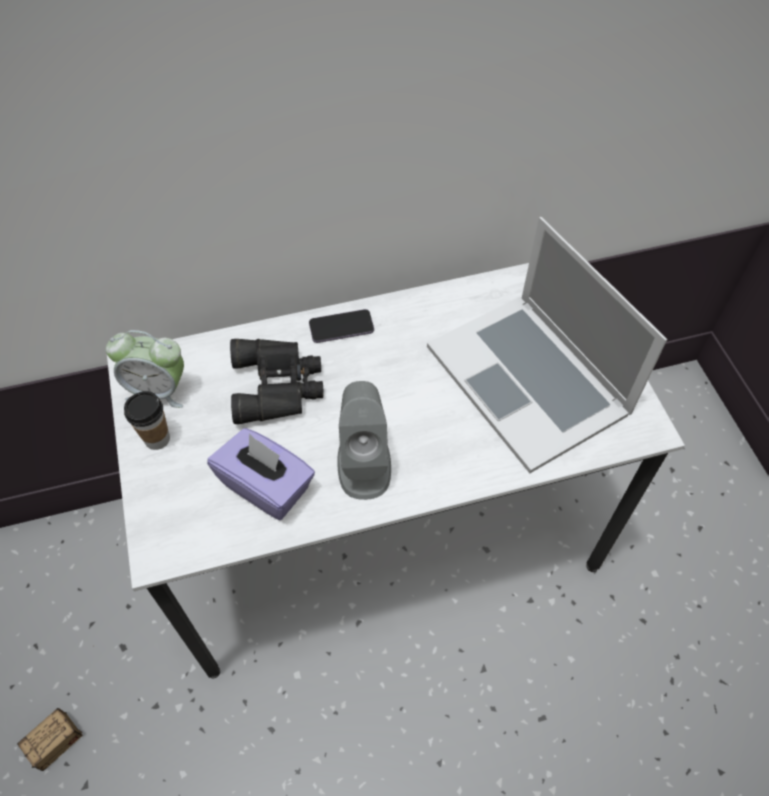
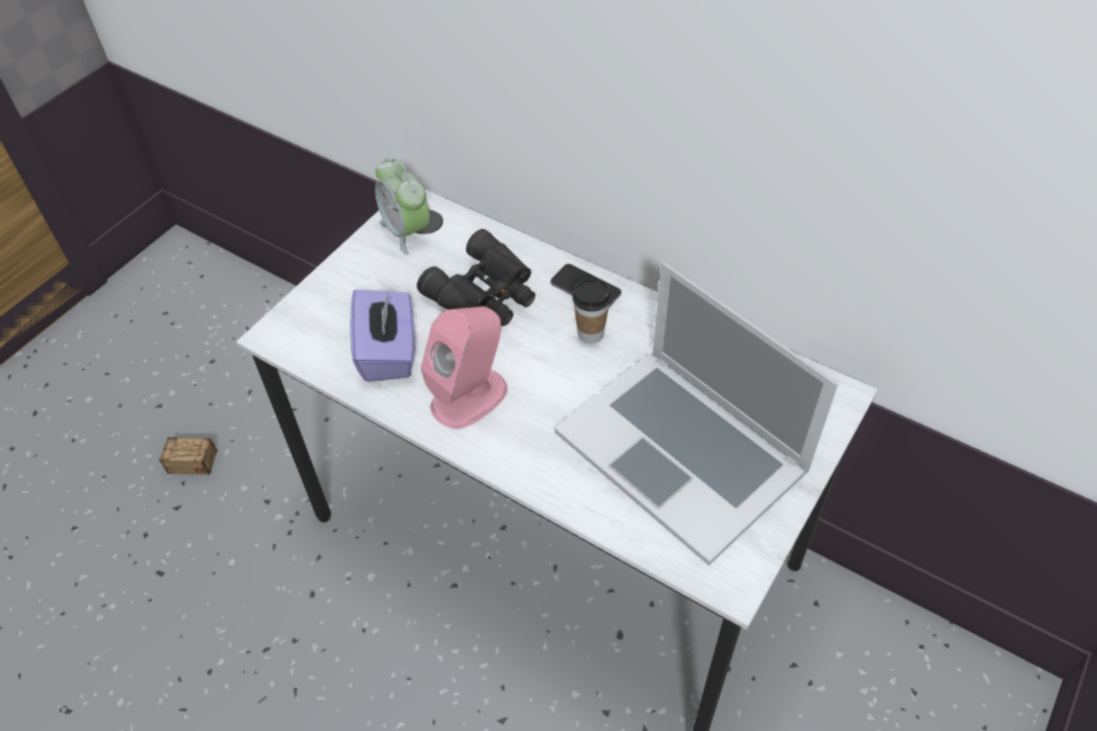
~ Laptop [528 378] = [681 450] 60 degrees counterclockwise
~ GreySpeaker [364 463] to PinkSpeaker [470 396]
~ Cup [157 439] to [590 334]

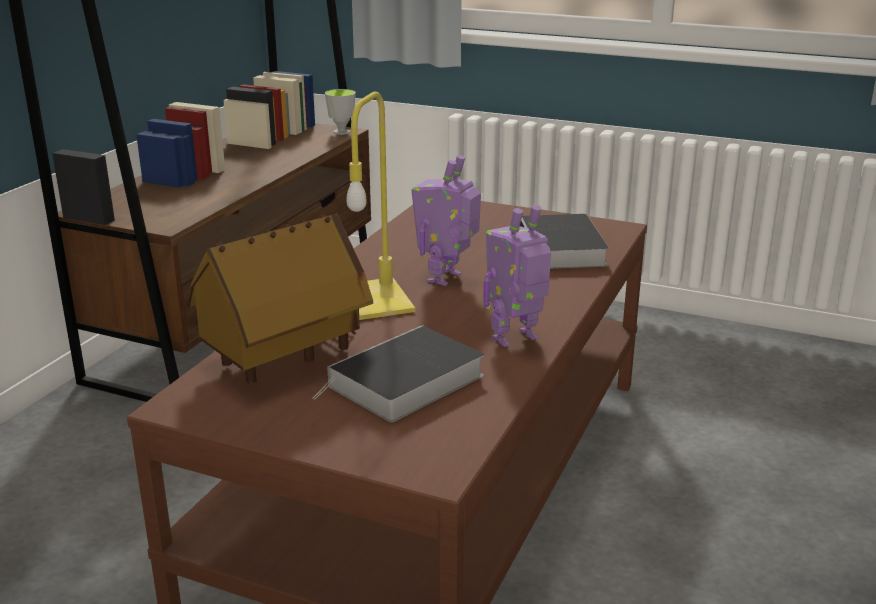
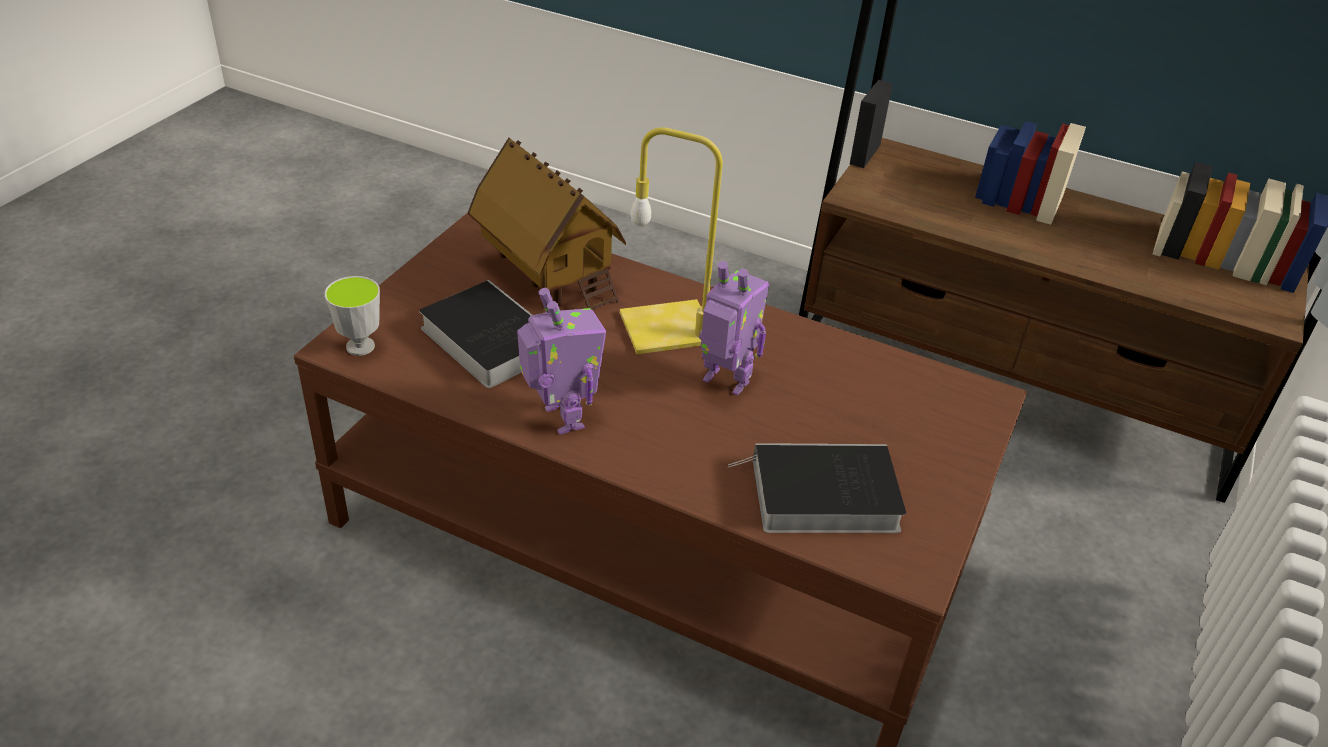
~ Cup [342 132] to [360 346]

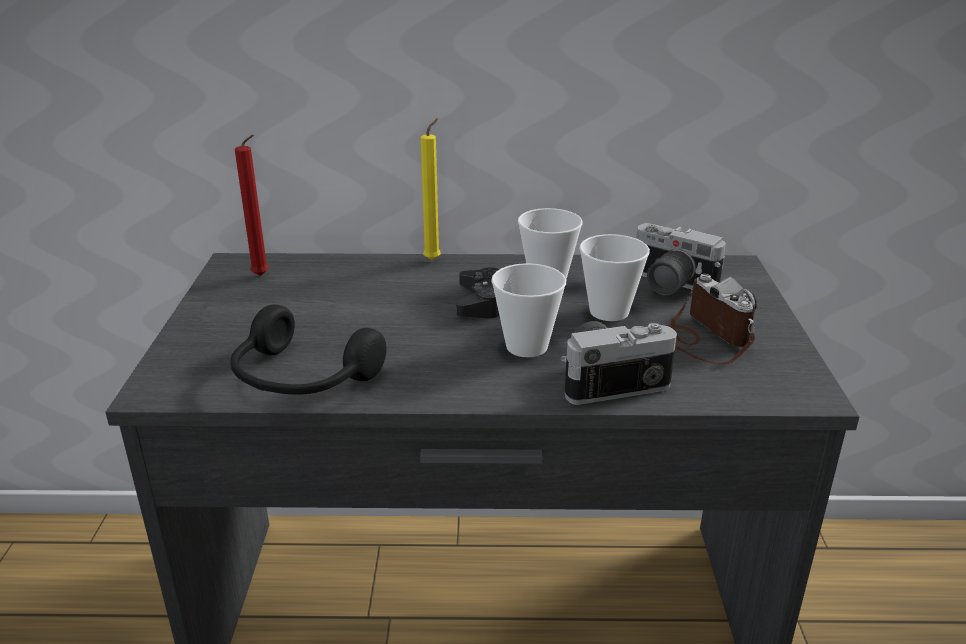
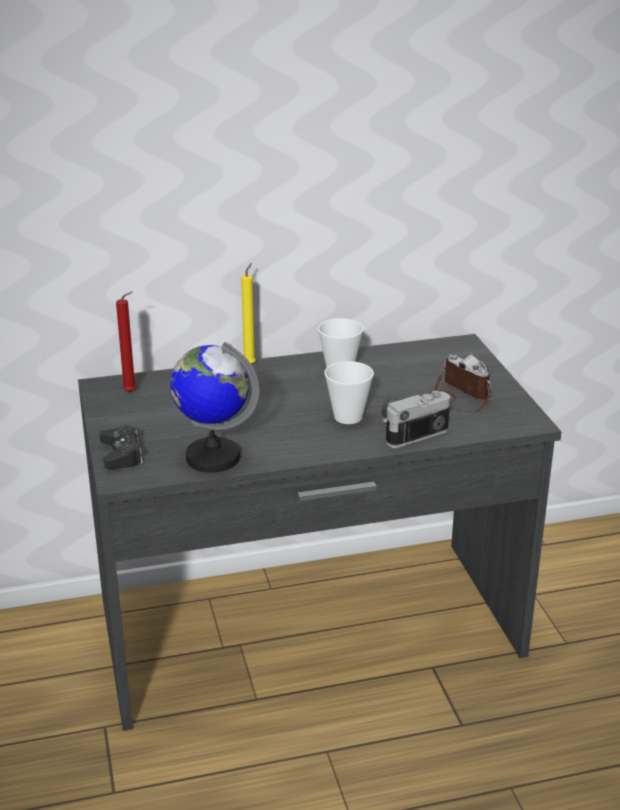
- PhotoCamera [667 285]
- Cup [609 311]
~ BlackColouredGameController [482 302] to [121 454]
~ BlackColouredHeadset [301 379] to Globe [212 457]

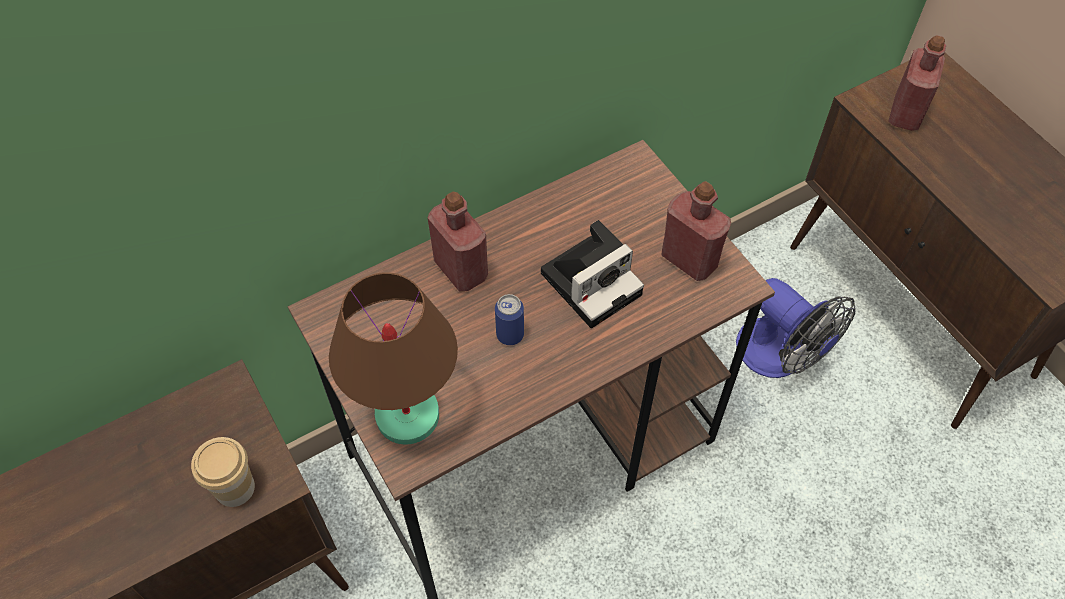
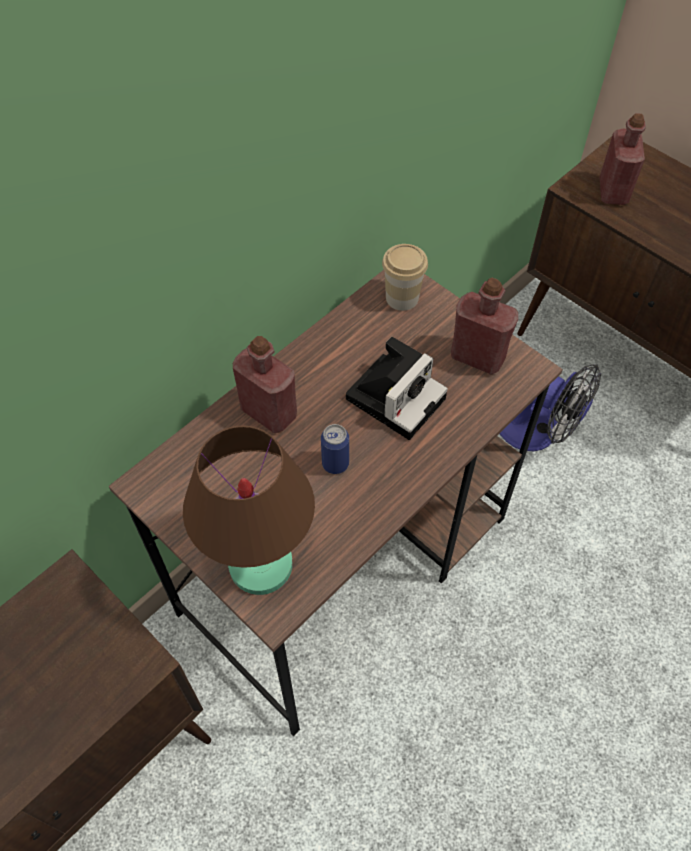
~ Cup [234 488] to [402 298]

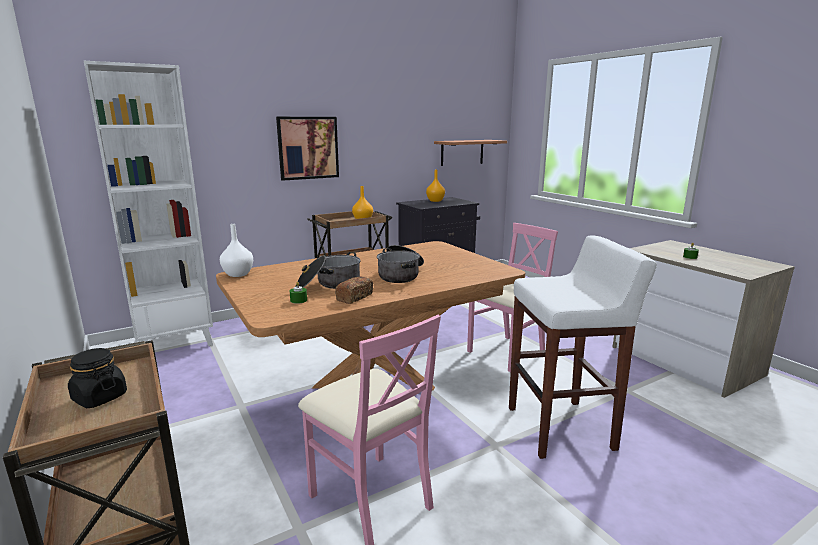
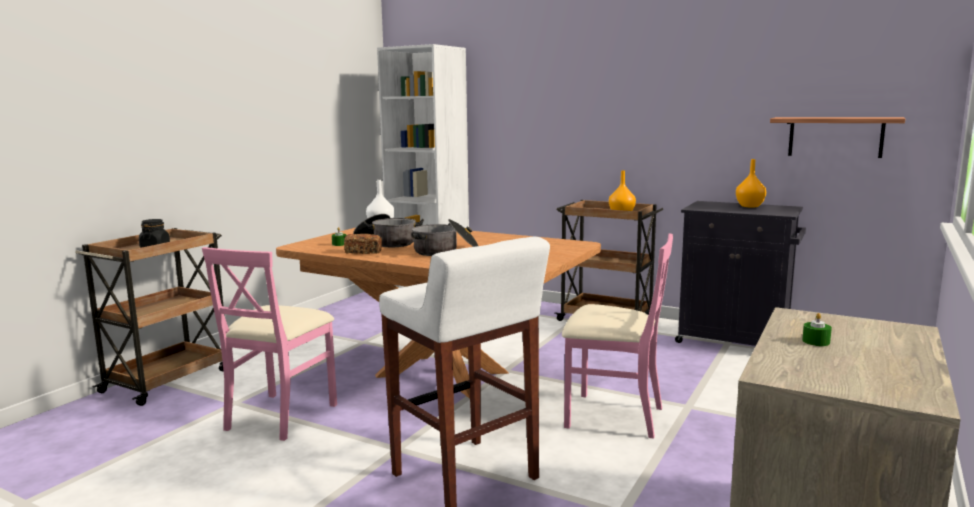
- WallPicture [308 148]

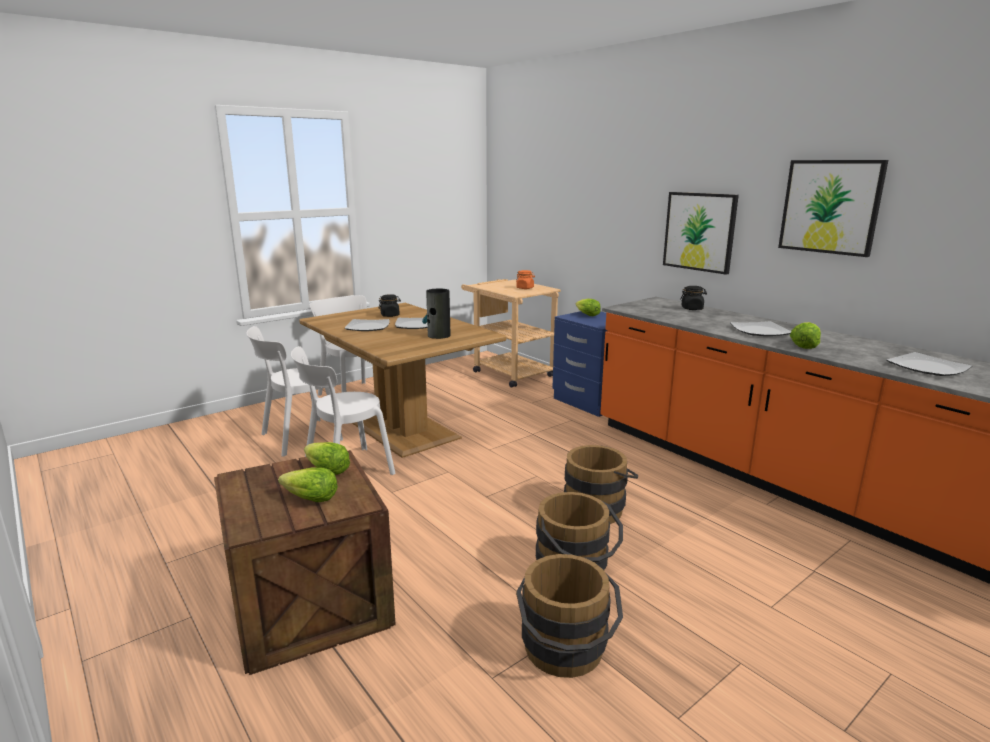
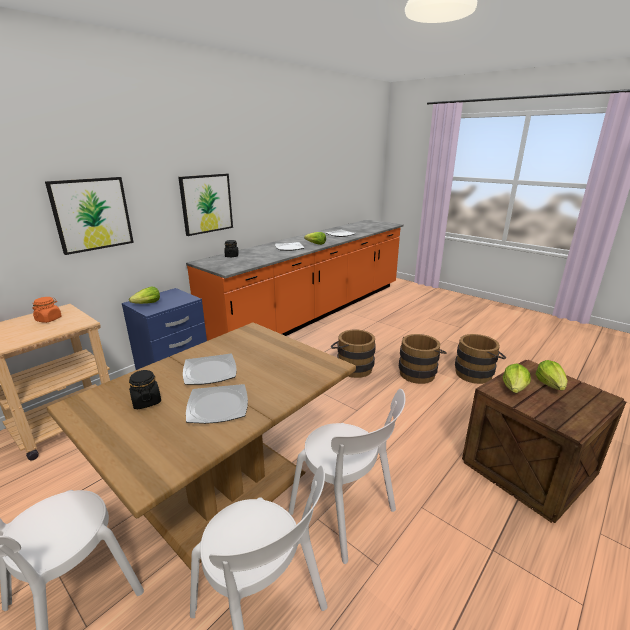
~ WallPicture [830 207] to [92 214]
- FlowerVase [438 335]

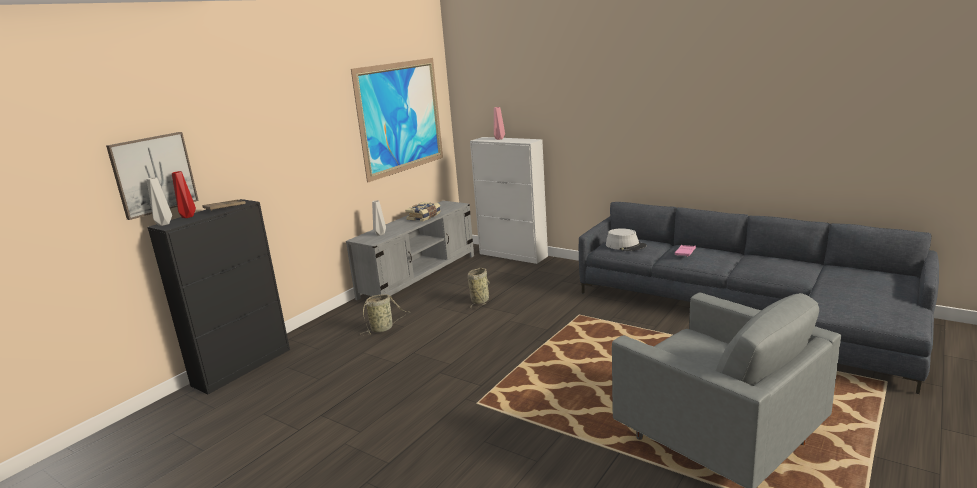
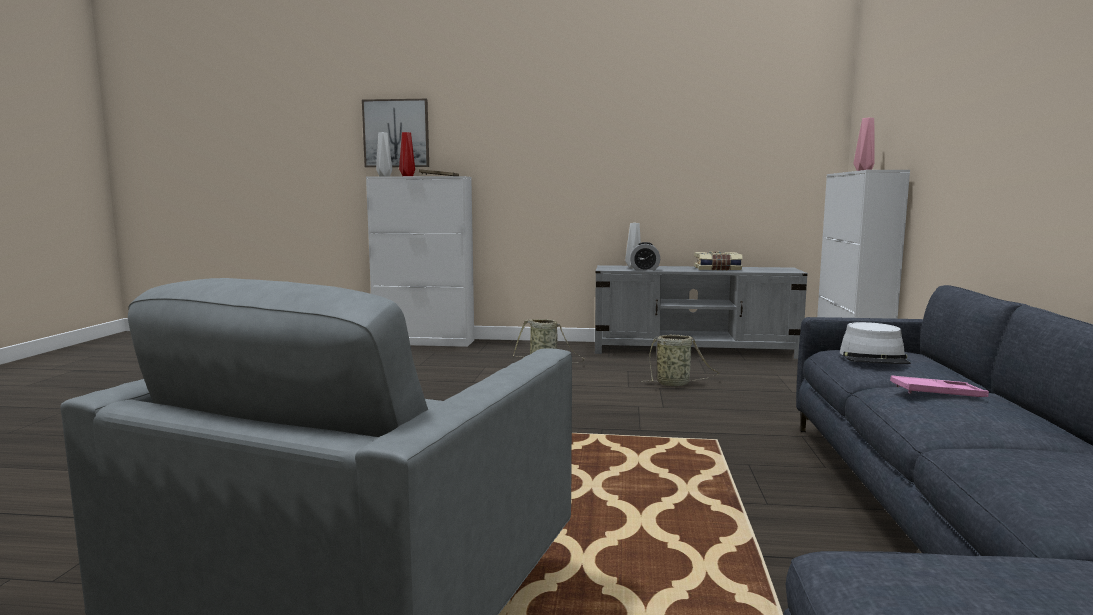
- WallPicture [401 117]
~ BlackColouredStorageCabinet [243 367] to WhiteColouredStorageCabinet [424 342]
+ TableClock [644 269]

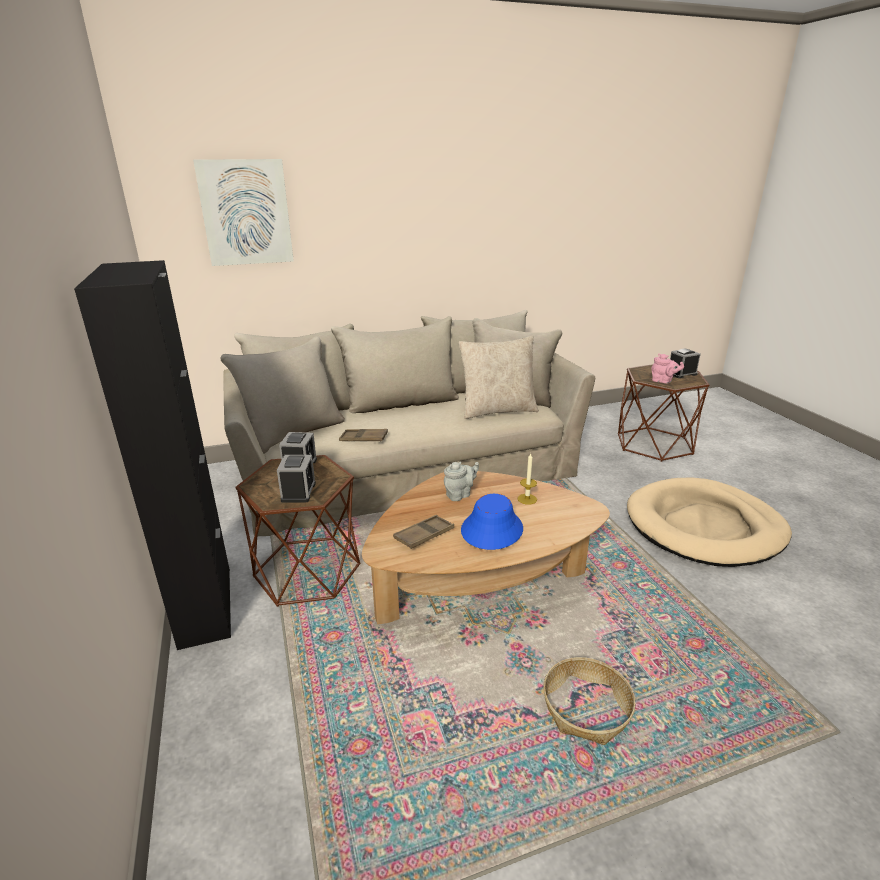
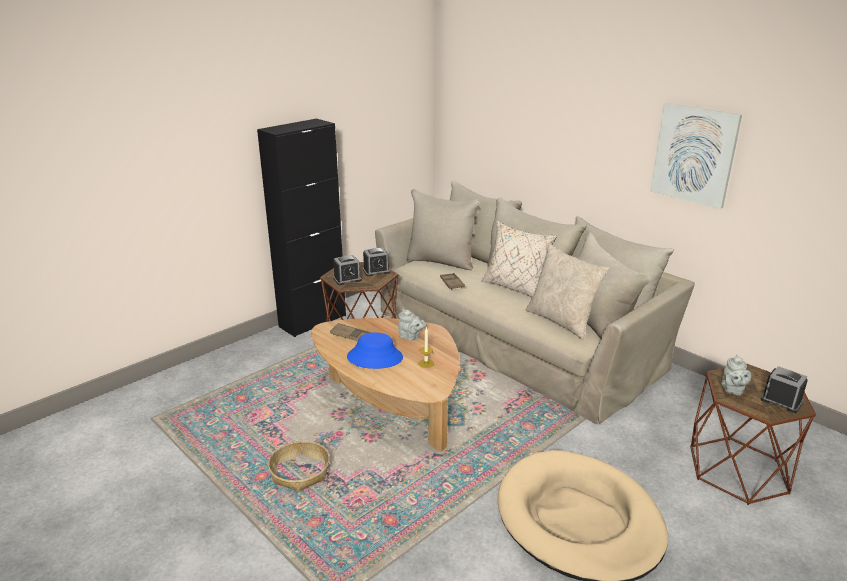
~ WallPicture [246 213] to [694 154]
~ PinkTeaPot [663 381] to GreyTeaPot [732 390]
+ BeigeColouredCushion [515 287]

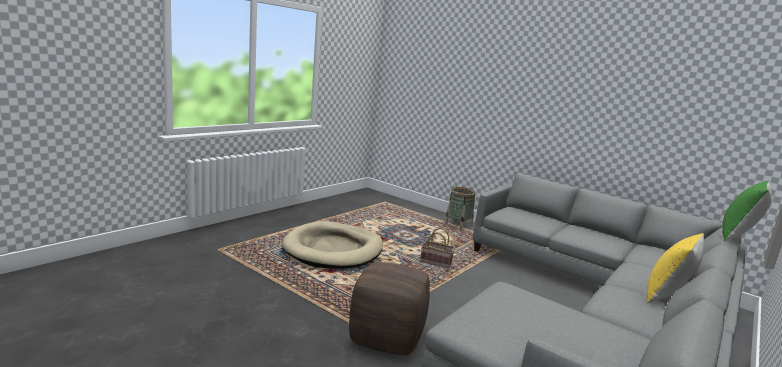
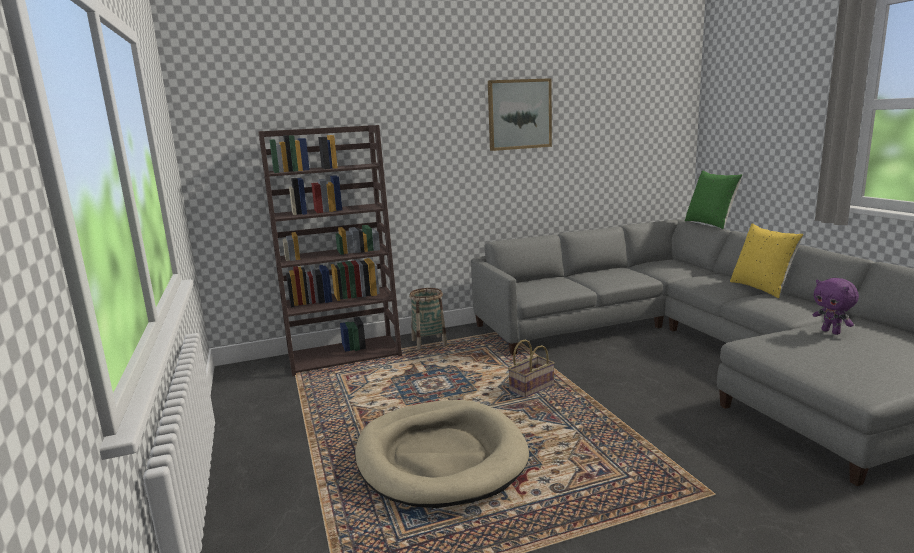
- BrownFootrest [387 338]
+ WallPicture [519 114]
+ BrownBookshelf [345 355]
+ PurpleColouredSoftToy [831 332]

